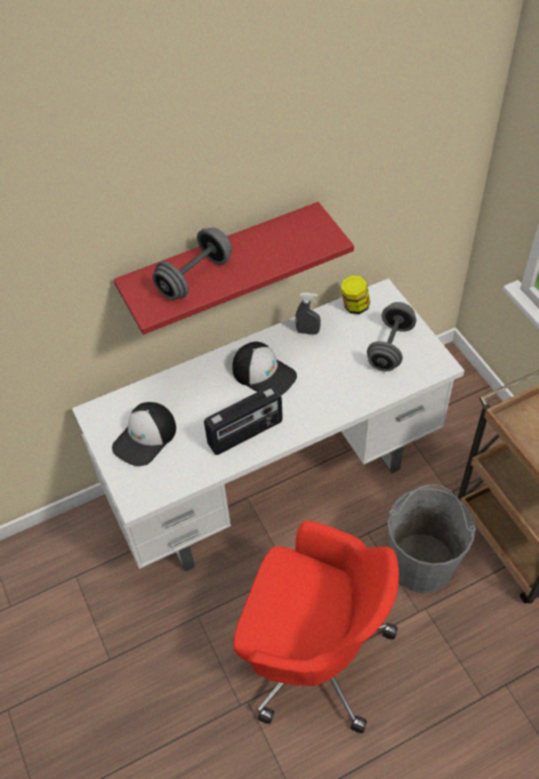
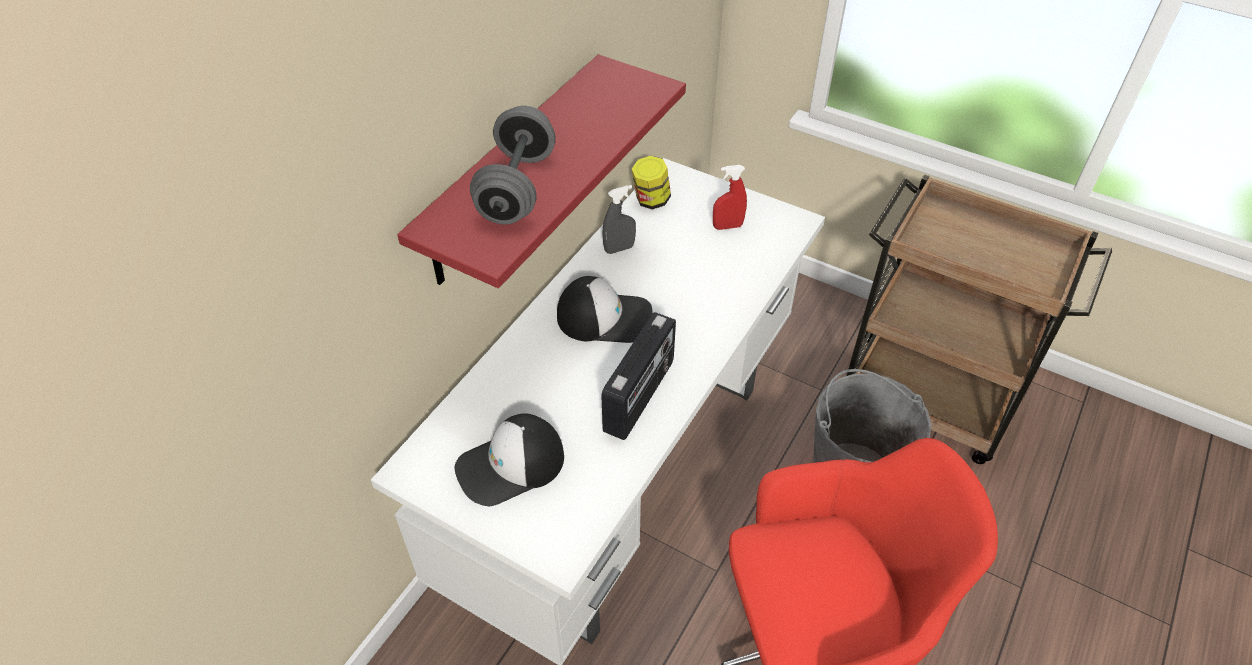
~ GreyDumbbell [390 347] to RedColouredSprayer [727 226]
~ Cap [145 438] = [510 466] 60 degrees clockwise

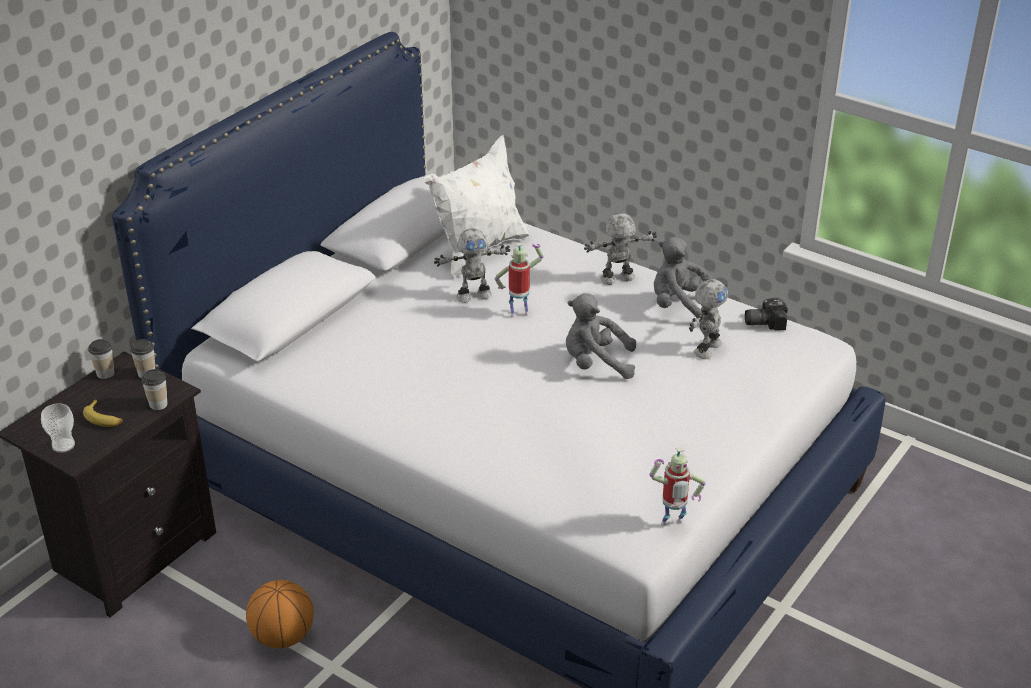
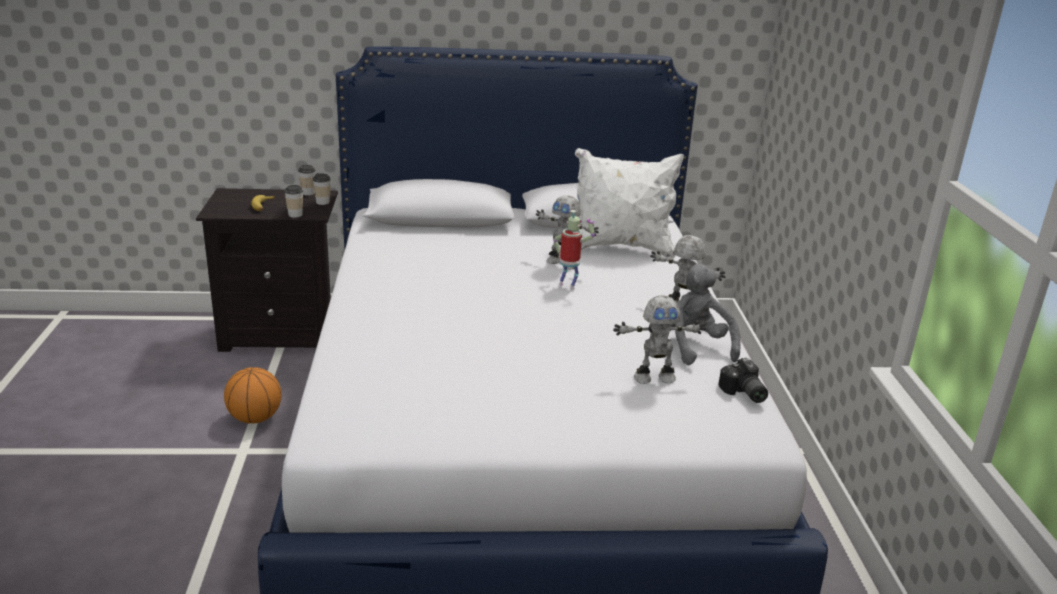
- GreySoftToy [596 363]
~ PhotoCamera [763 322] = [743 393] 150 degrees counterclockwise
- Cup [63 445]
- ToyRobot [672 524]

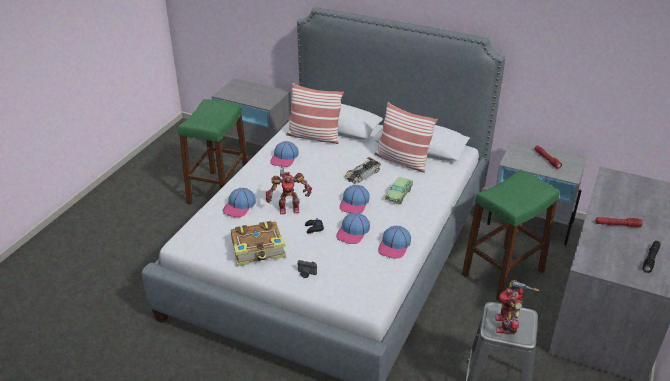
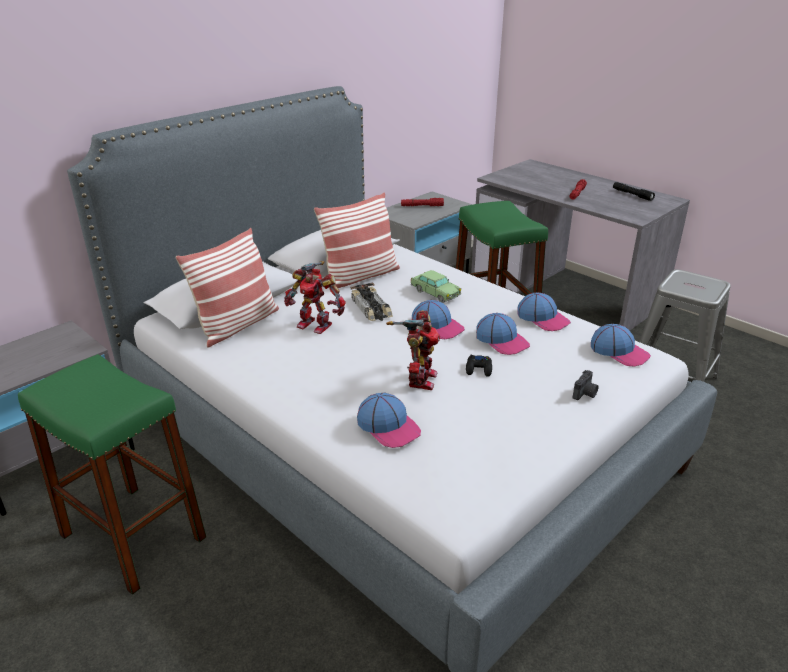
~ Cap [284 158] to [619 352]
- Volume [259 250]
~ ToyRobot [507 325] to [315 324]

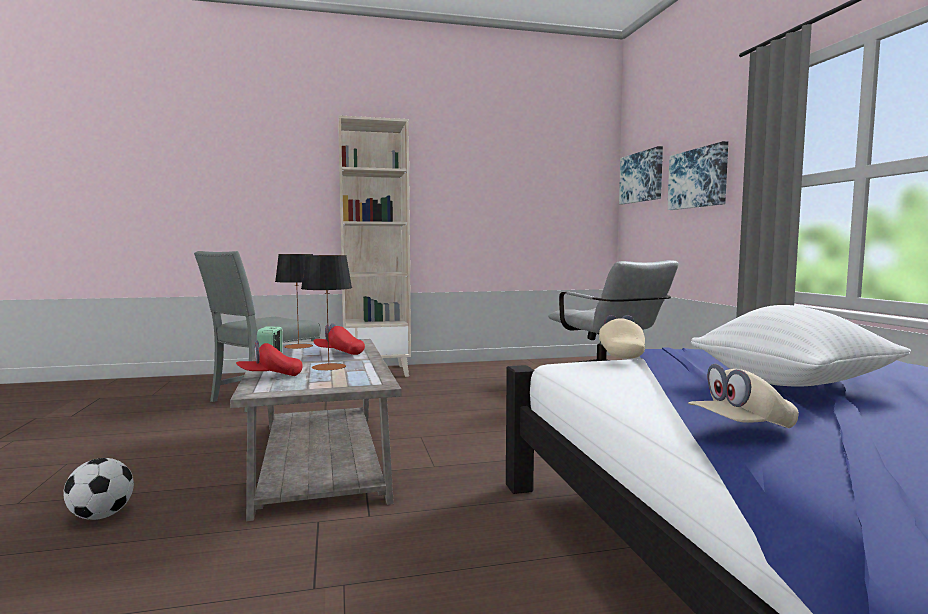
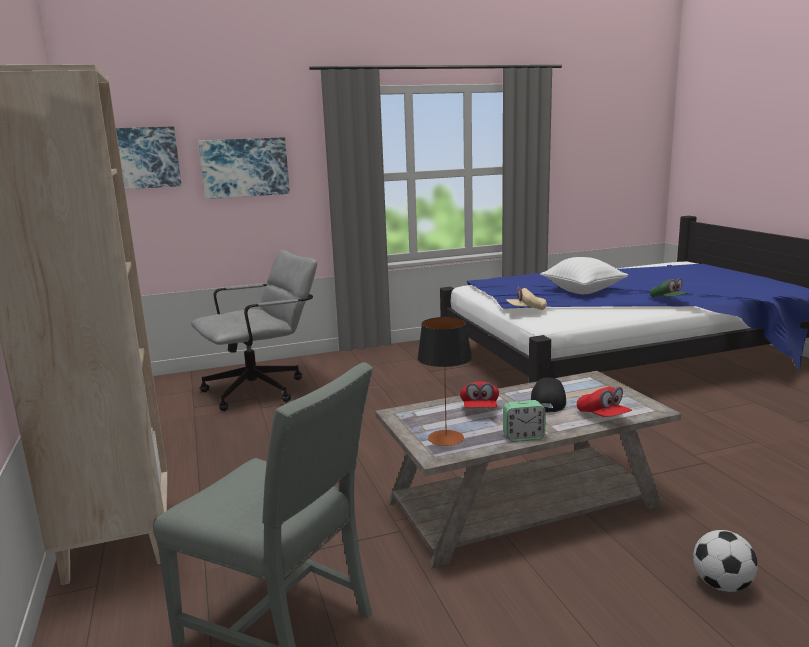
~ TableLamp [328 367] to BlackColouredCap [548 402]
~ BeigeColouredCap [741 428] to GreenishCap [668 299]

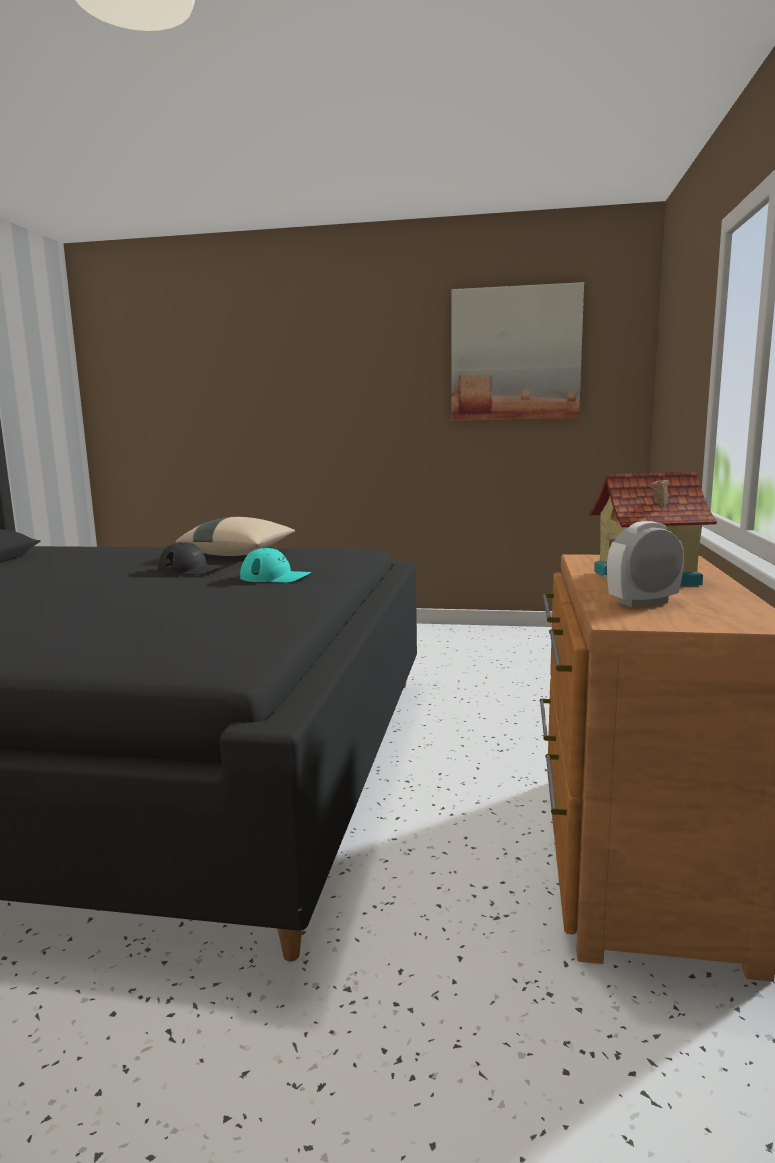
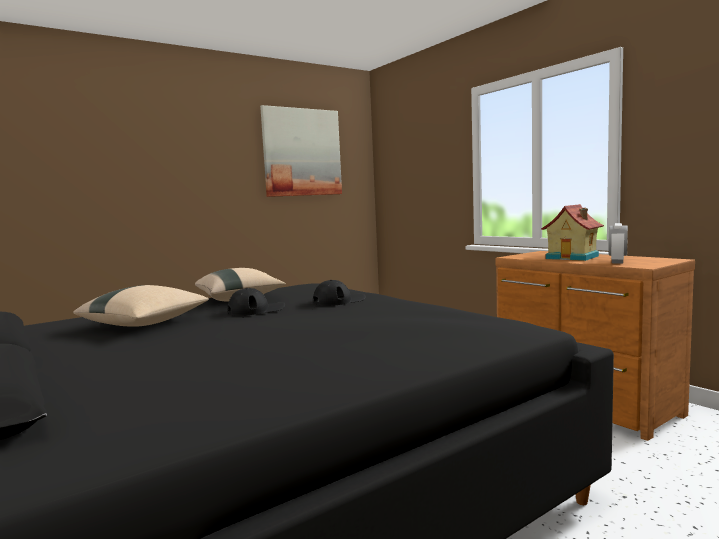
~ TurquoiseCap [275 577] to BlackColouredCap [339 301]
+ BeigeColouredCushion [146 324]

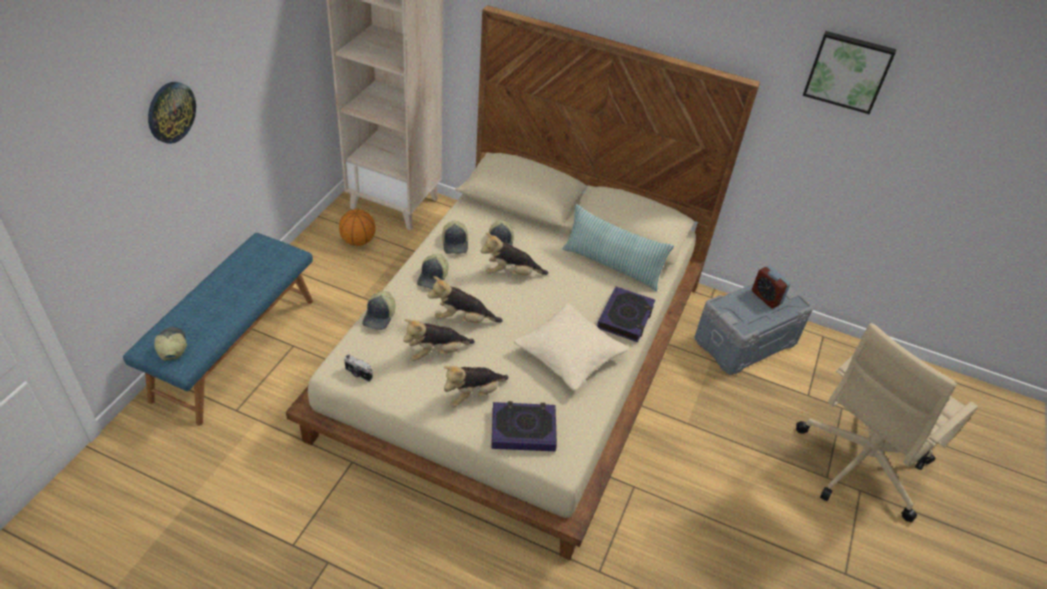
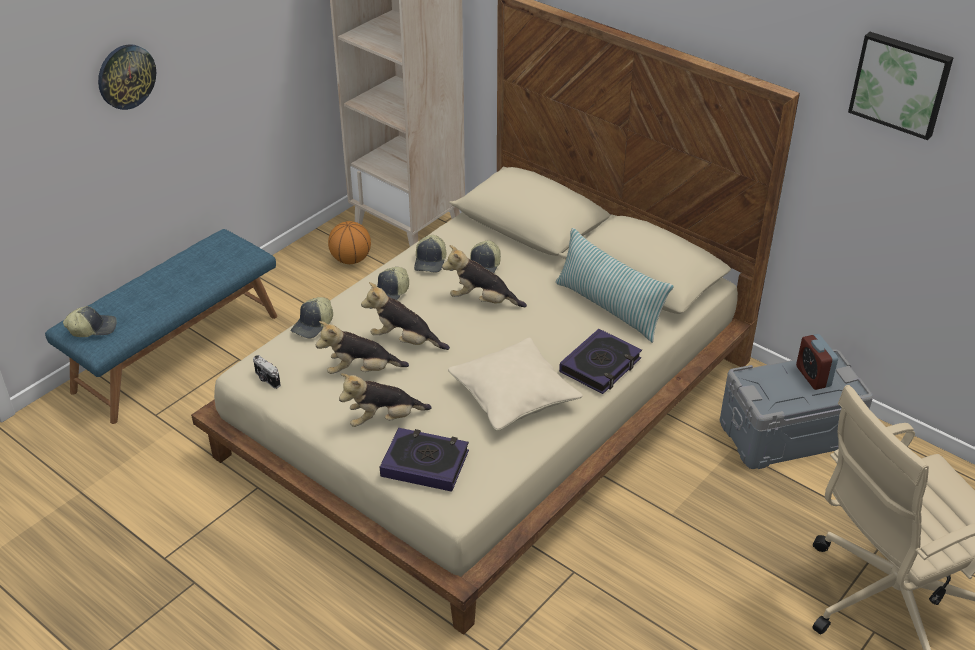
~ Cap [171 346] = [93 328] 75 degrees clockwise

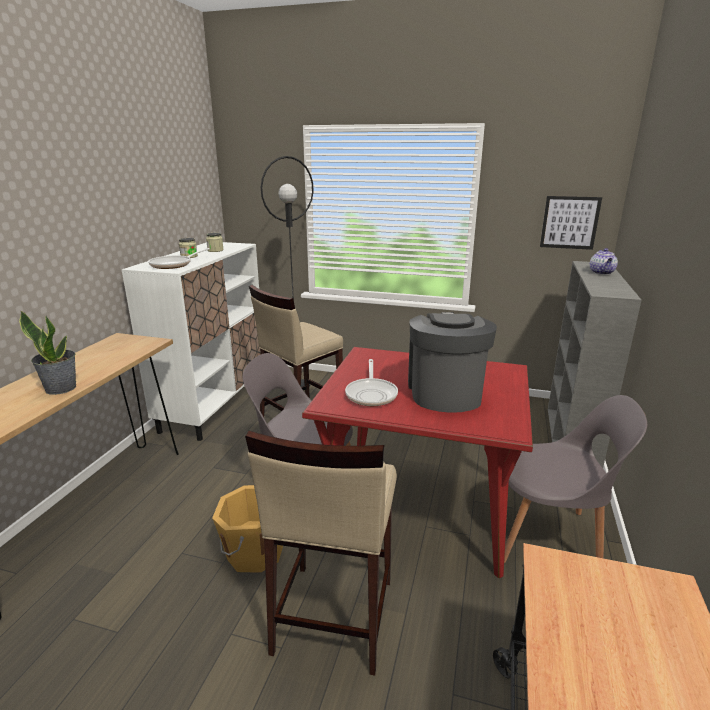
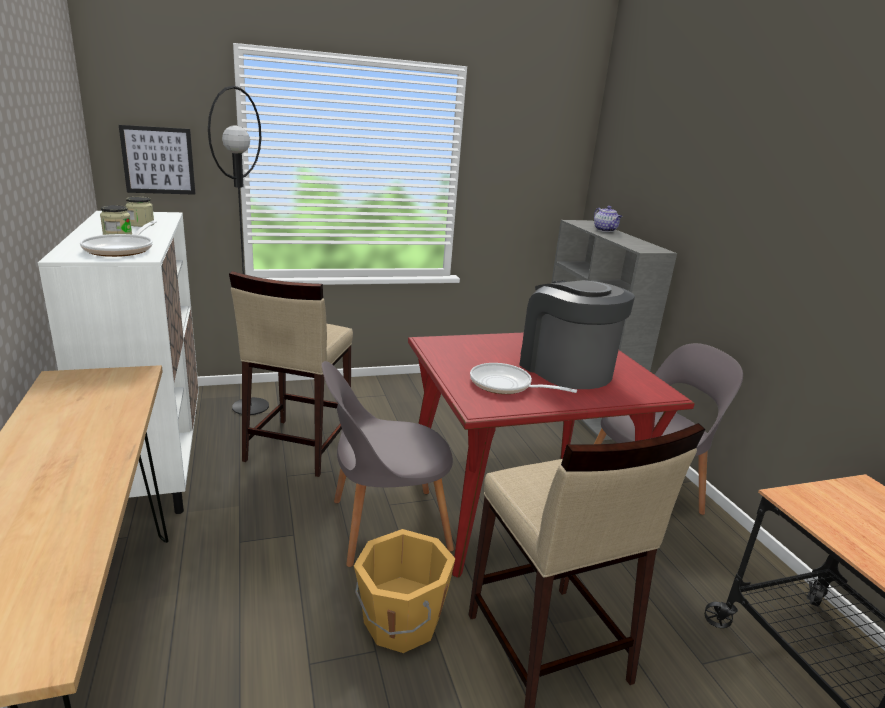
~ WallPicture [569 222] to [158 160]
- PlantInAPot [61 388]
~ Skillet [371 394] = [505 385] 150 degrees clockwise

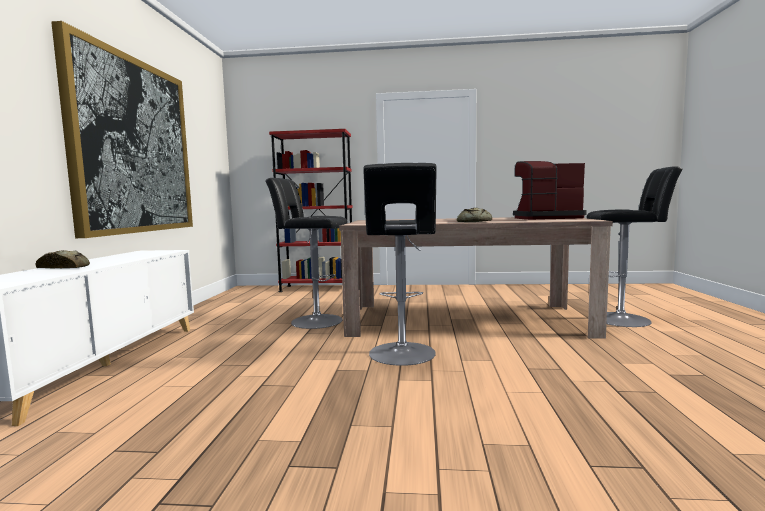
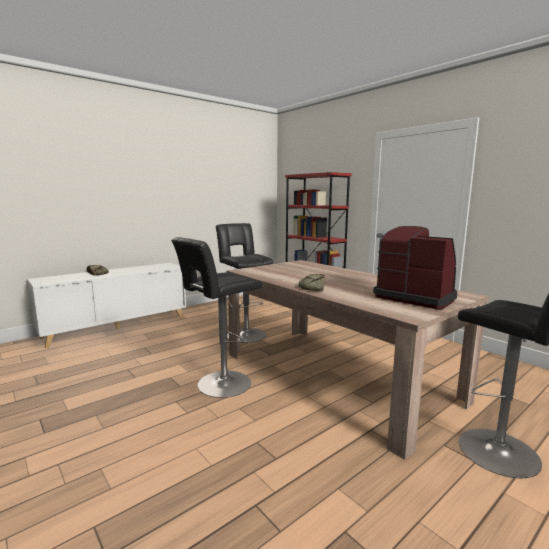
- WallPicture [133 146]

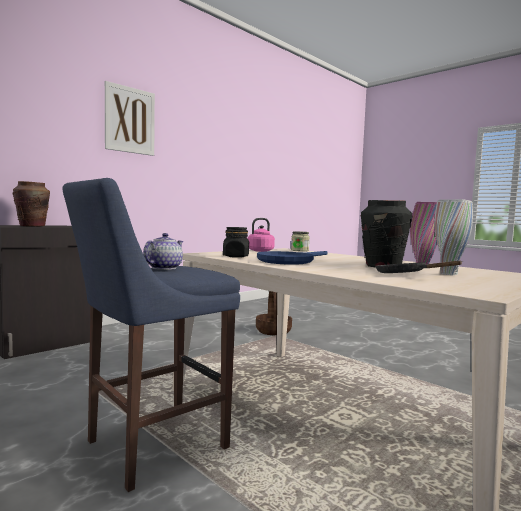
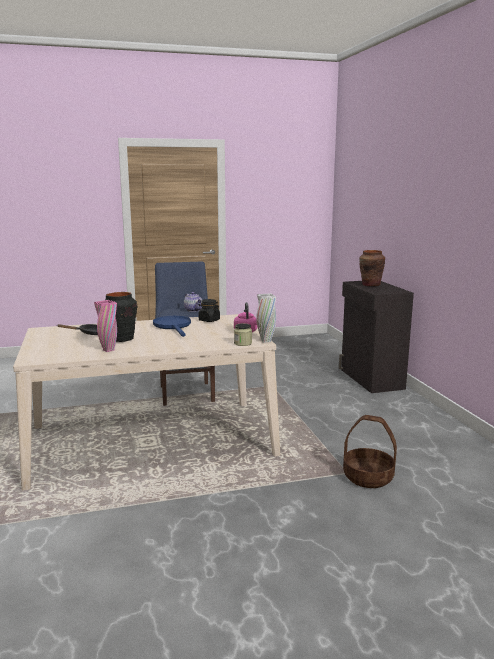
- WallPicture [130 120]
~ WhiteColouredFlowerVase [449 274] to [266 341]

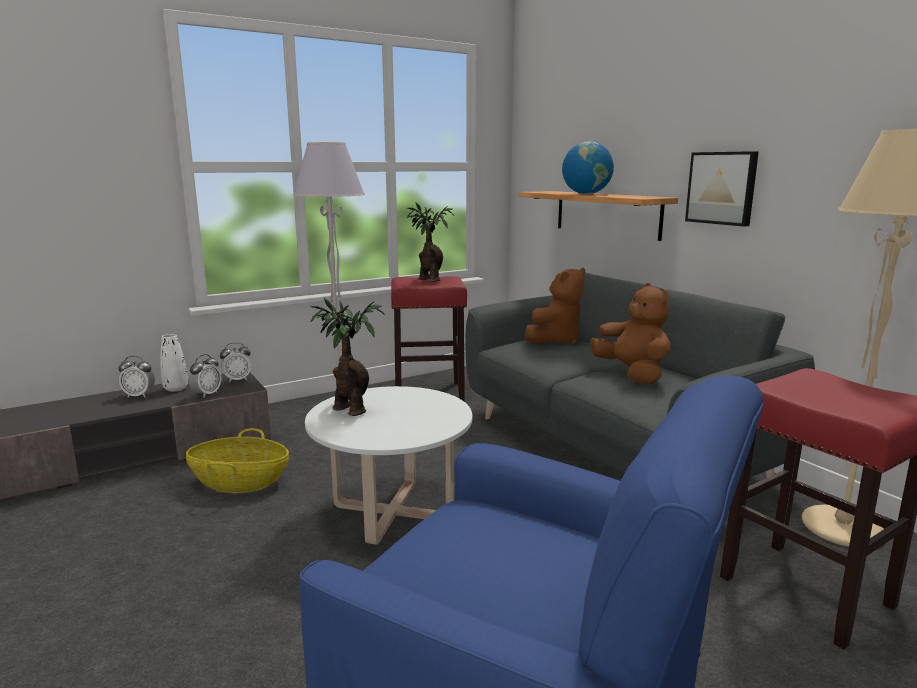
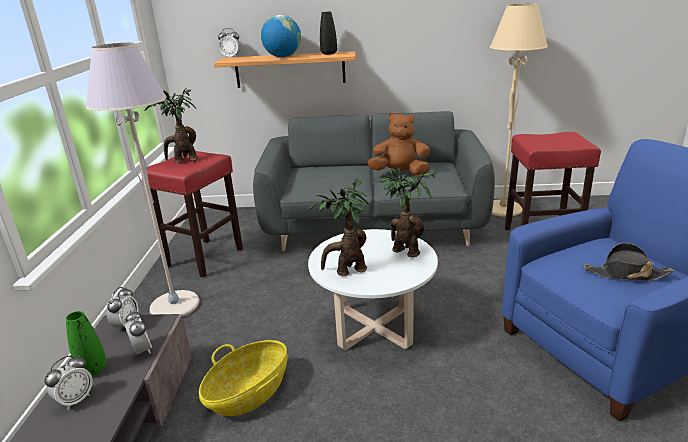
- WallPicture [722 188]
- BrownSoftToy [555 340]
~ WhiteColouredFlowerVase [176 389] to GreenishFlowerVase [93 369]
+ BlackColouredFlowerVase [329 53]
+ TableClock [231 57]
+ PlantInAPot [404 250]
+ BlackColouredClothingHat [625 274]

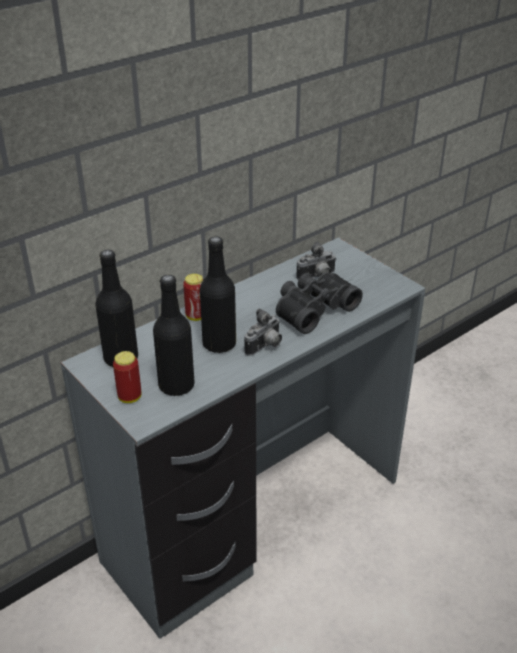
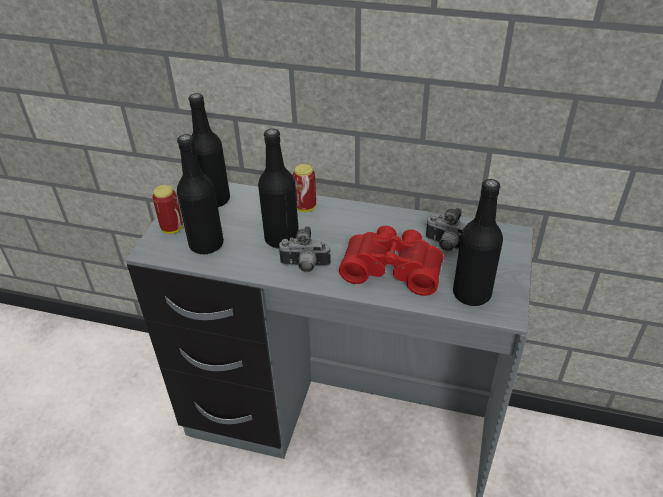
~ BlackColouredFieldGlasses [313 309] to RedColouredFieldGlasses [392 268]
+ BlackColouredBeverageBottle [471 294]

